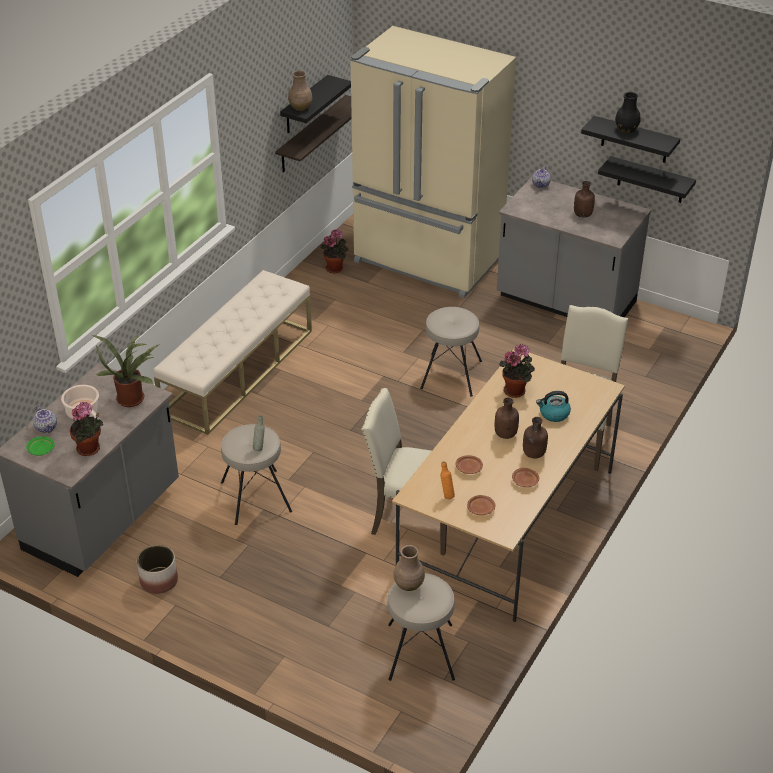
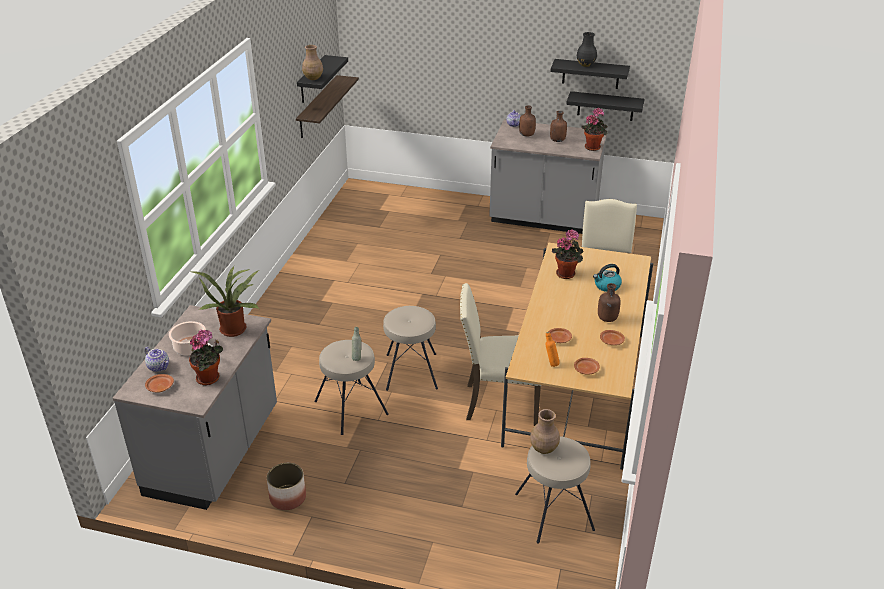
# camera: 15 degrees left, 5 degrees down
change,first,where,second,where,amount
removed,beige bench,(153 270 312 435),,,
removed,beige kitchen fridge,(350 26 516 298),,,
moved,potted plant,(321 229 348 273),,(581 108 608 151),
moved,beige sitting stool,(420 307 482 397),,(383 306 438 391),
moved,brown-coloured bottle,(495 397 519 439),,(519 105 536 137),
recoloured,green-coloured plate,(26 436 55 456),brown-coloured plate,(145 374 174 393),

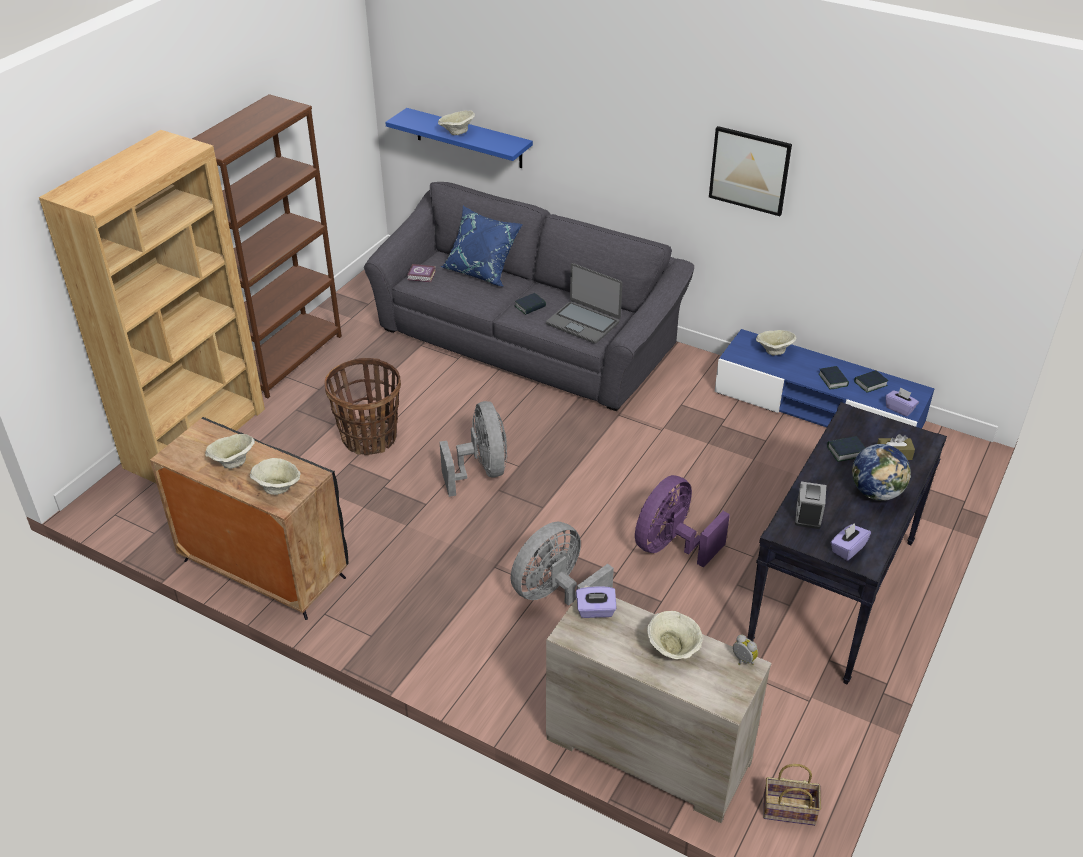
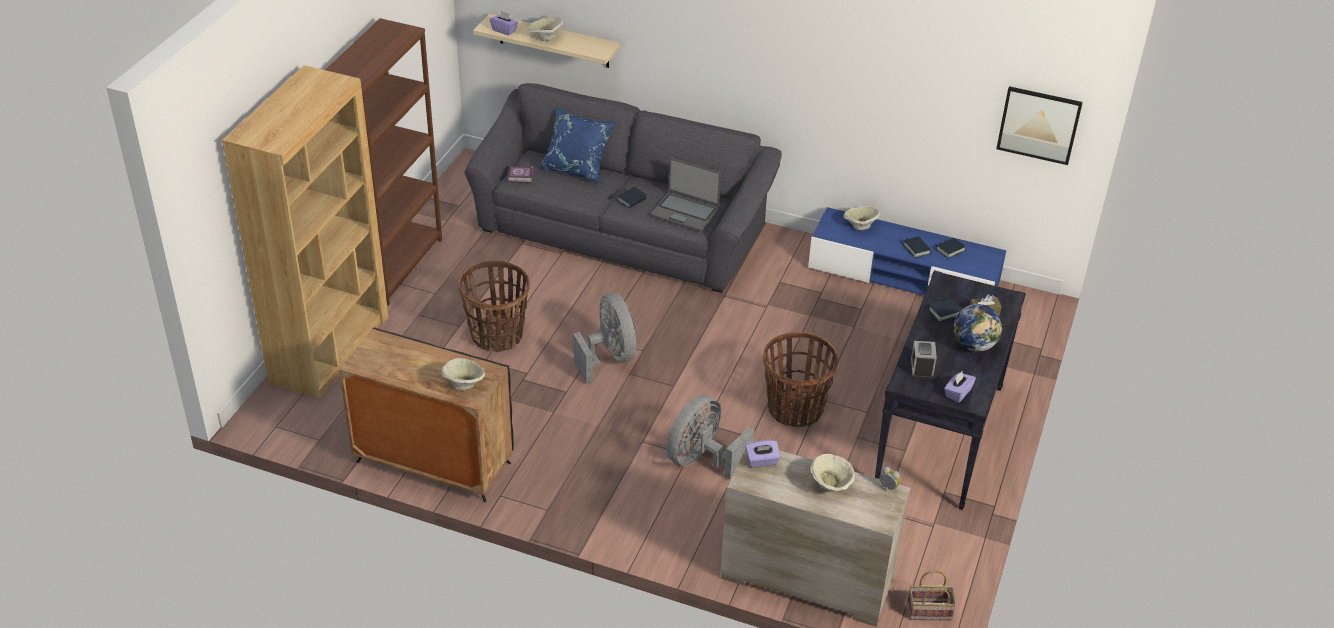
# camera: 10 degrees left, 0 degrees up
change,first,where,second,where,amount
removed,beige deep dish,(205 434 255 469),,,
moved,picture,(709 126 792 216),,(996 86 1083 165),
moved,purple-coloured box of tissues,(886 387 919 416),,(490 11 518 35),
replaced,purple-coloured electric fan,(635 475 730 567),basket,(763 332 838 427),
recoloured,blue-coloured shelf,(385 108 533 168),beige shelf,(473 14 620 68),

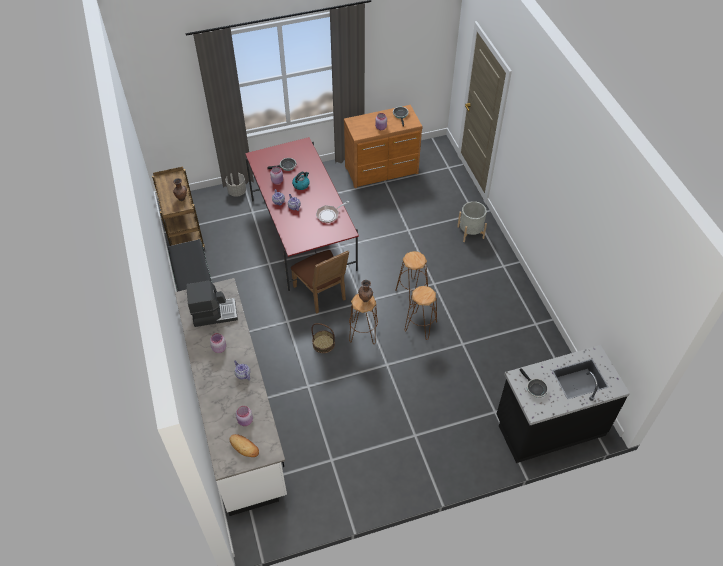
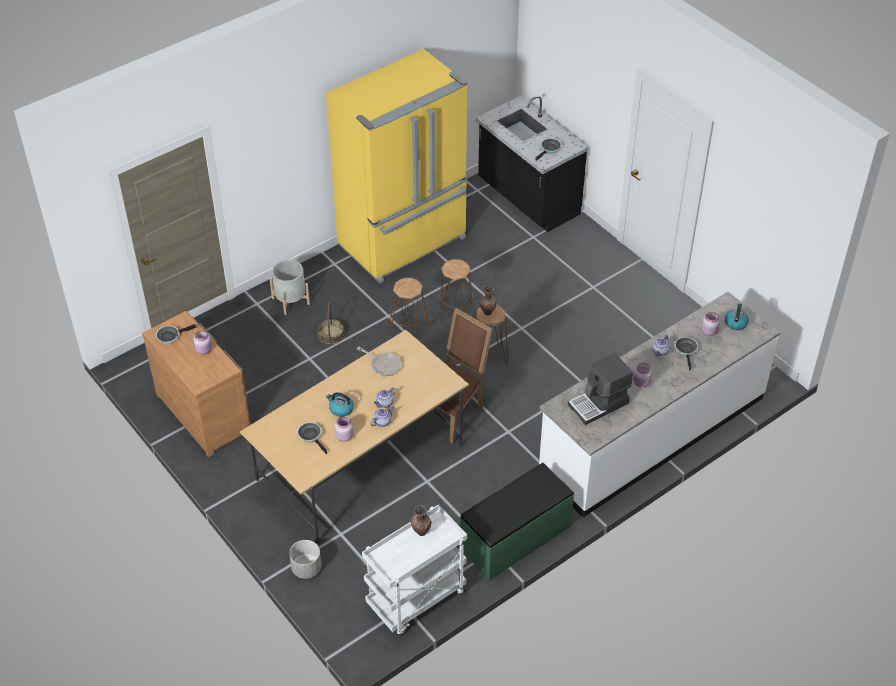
# camera: 110 degrees left, 5 degrees down
change,first,where,second,where,amount
added,,,yellowish kitchen fridge,(326 49 468 284),
added,,,frying pan,(675 337 698 370),
moved,basket,(311 323 335 353),,(317 302 344 344),
replaced,bread,(230 434 259 457),kettle,(725 303 749 330),
recoloured,brown-coloured wheeled cart,(152 167 205 250),white wheeled cart,(362 504 467 635),
recoloured,red dinner table,(245 137 359 291),beige dinner table,(240 330 469 544),
turned,coffee machine,(186 281 238 327),,(568 353 633 425),90 degrees counterclockwise

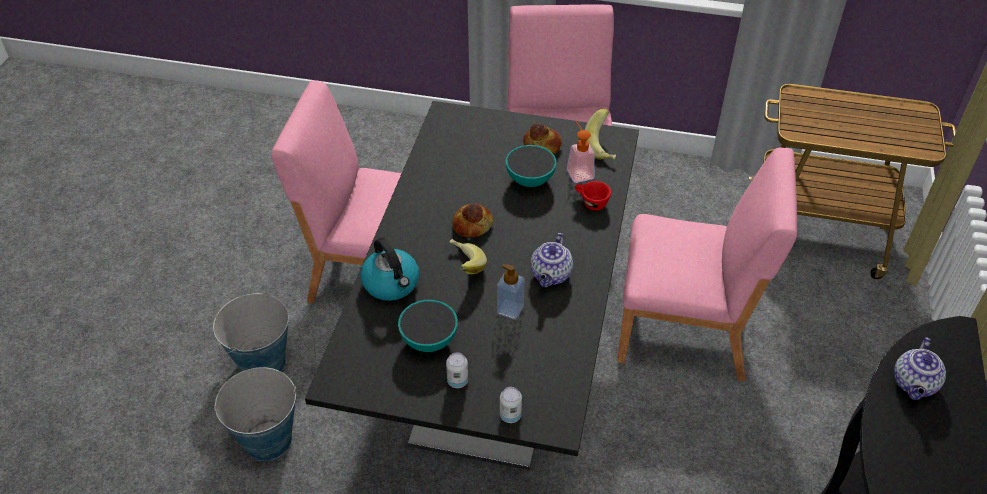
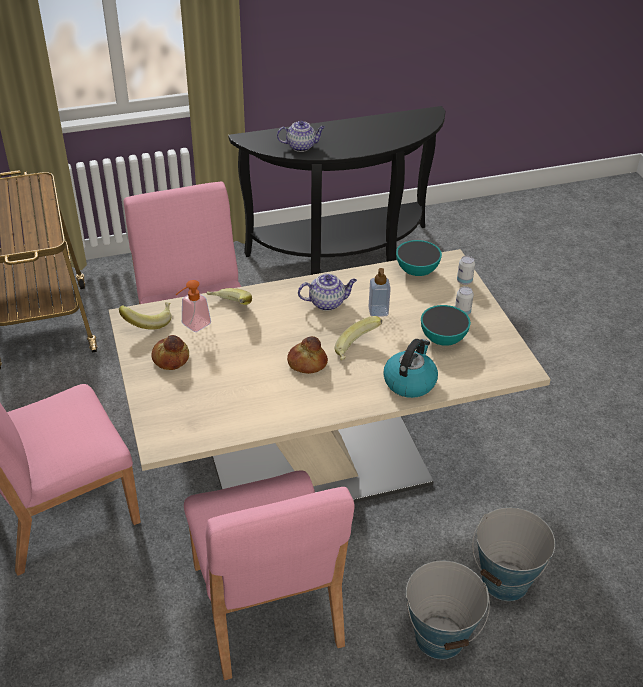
# camera: 120 degrees left, 5 degrees down
change,first,where,second,where,amount
moved,deep dish,(506 145 556 187),,(396 240 442 276),
replaced,red cup,(575 181 611 211),banana fruit,(207 288 252 305),
recoloured,black dinner table,(305 101 639 470),beige dinner table,(109 249 551 503),

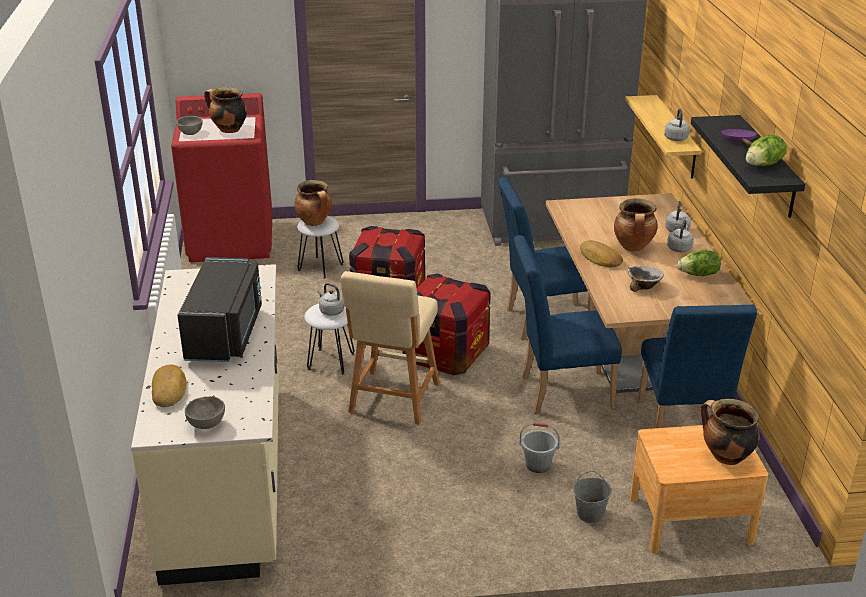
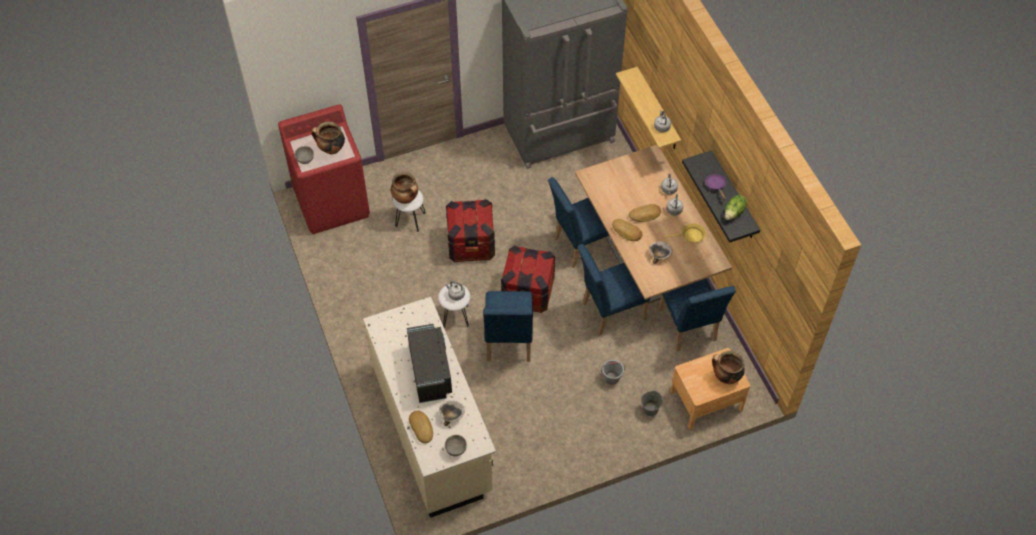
# camera: 15 degrees left, 25 degrees up
change,first,where,second,where,amount
added,,,deep dish,(439 400 464 426),
replaced,beige sitting stool,(340 271 439 425),blue-coloured upright chair,(483 291 533 362),
replaced,saucepot,(614 199 658 251),bread,(629 204 661 222),
replaced,lettuce,(677 250 721 276),yellowish frying pan,(664 223 706 243),

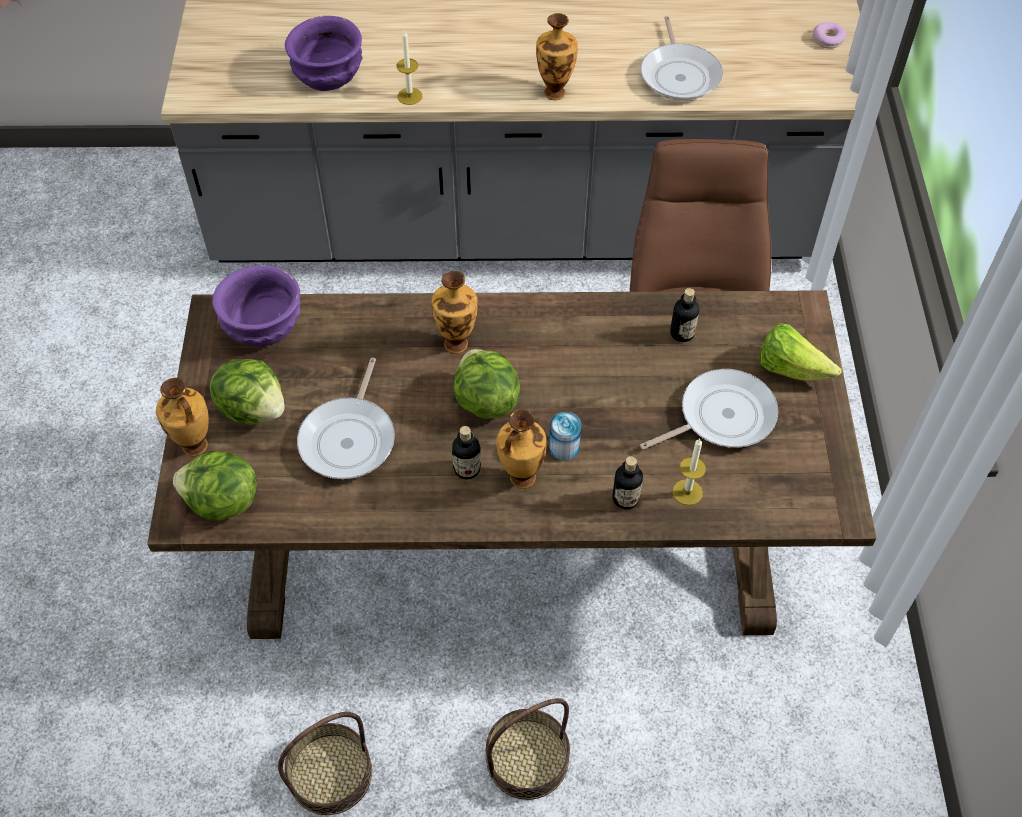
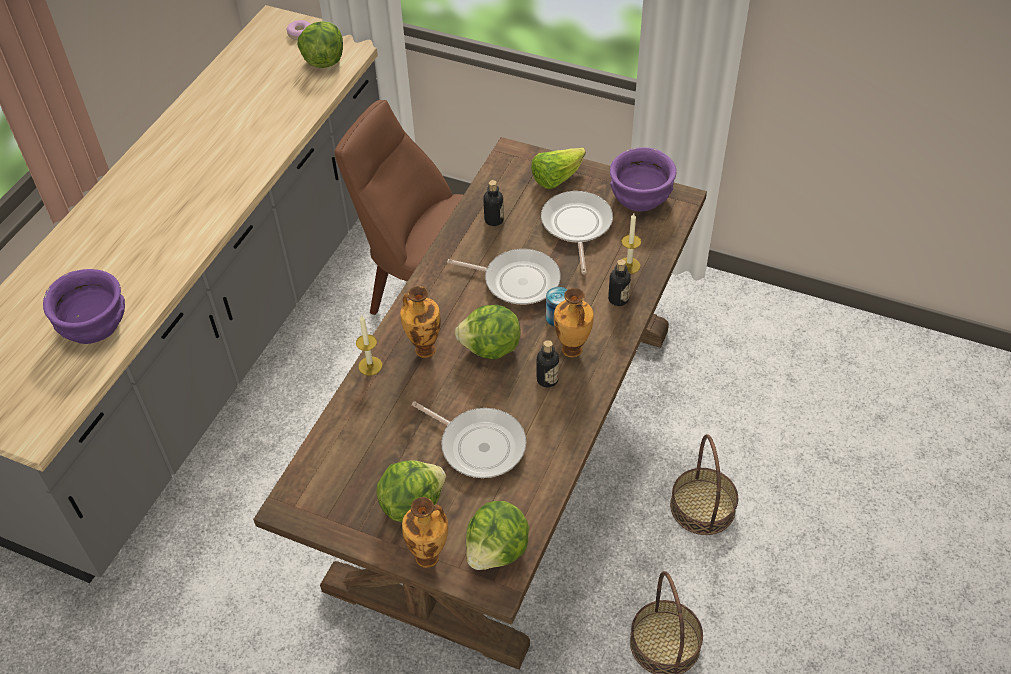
# camera: 65 degrees left, 5 degrees down
change,first,where,second,where,amount
removed,flower vase,(536 13 578 100),,,
added,,,lettuce,(297 21 343 68),
moved,purple-coloured deep dish,(212 265 301 347),,(610 147 676 212),
moved,candle,(397 30 422 105),,(356 314 382 376),
moved,frying pan,(640 16 723 100),,(447 249 561 305),

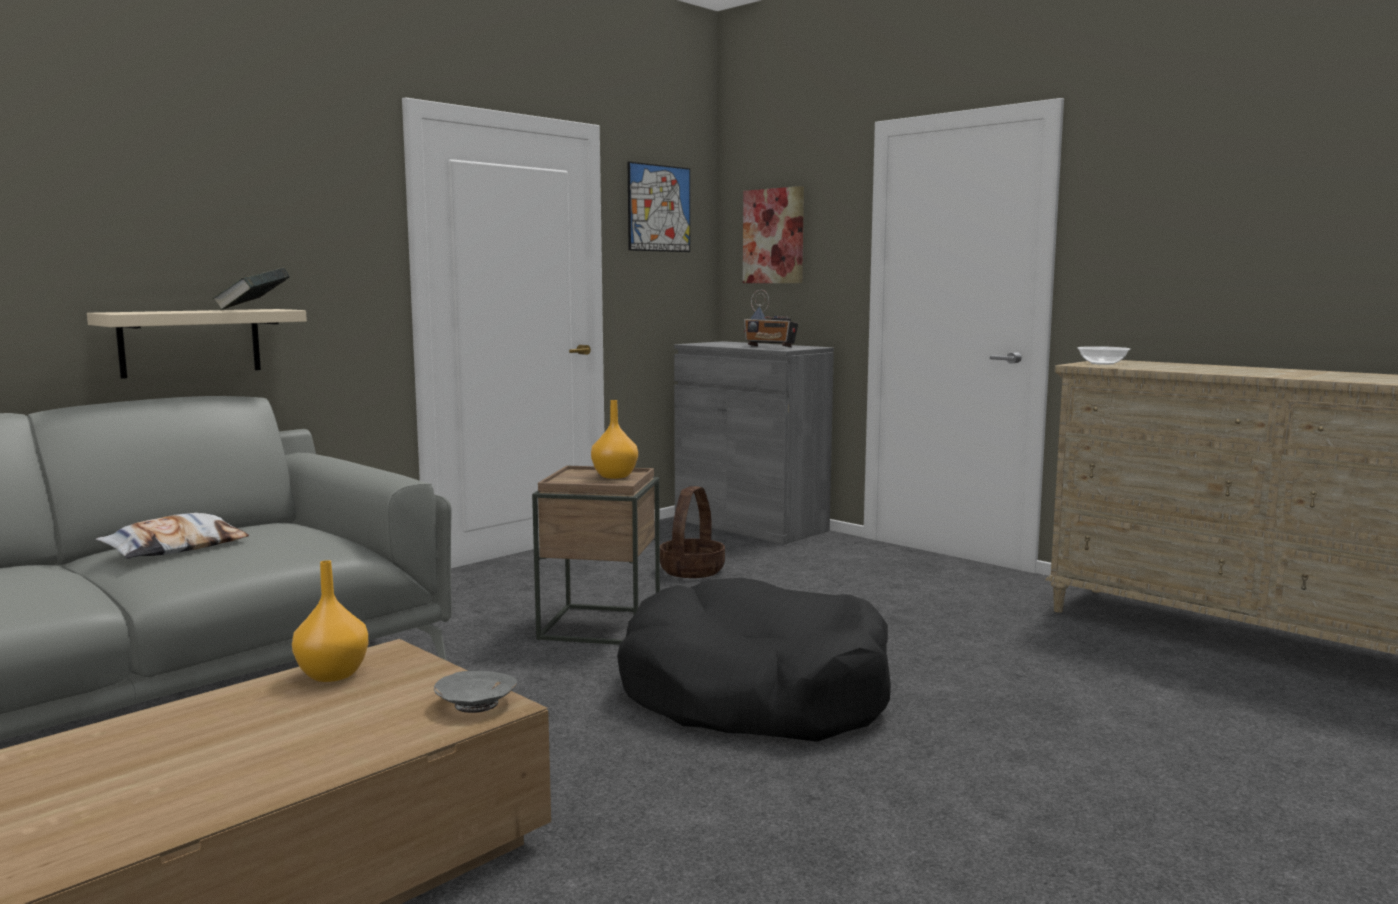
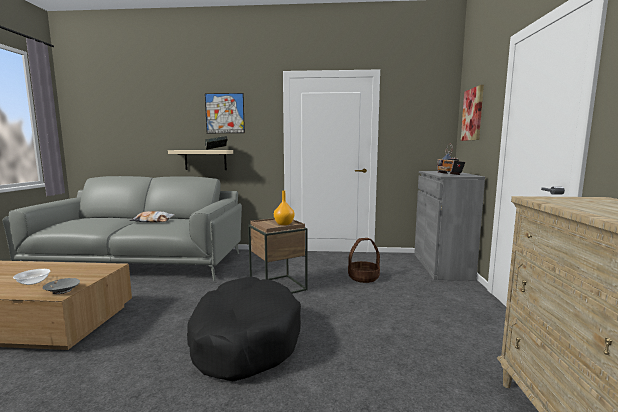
# camera: 50 degrees right, 0 degrees up
change,first,where,second,where,amount
removed,orangey flower vase,(292 560 368 682),,,
moved,picture,(628 162 690 252),,(205 93 245 133),
moved,deep dish,(1078 346 1130 365),,(13 269 50 285),

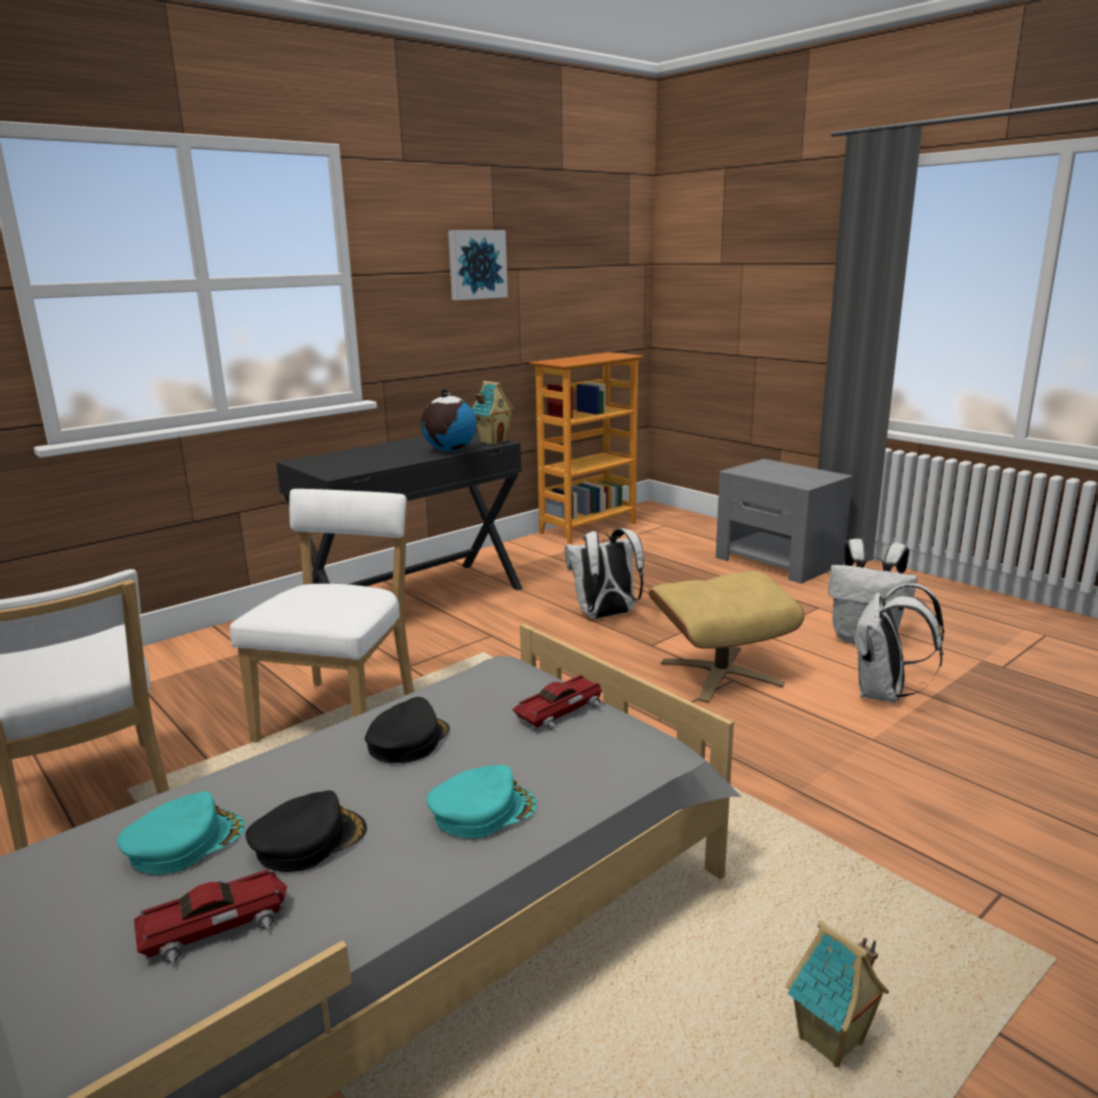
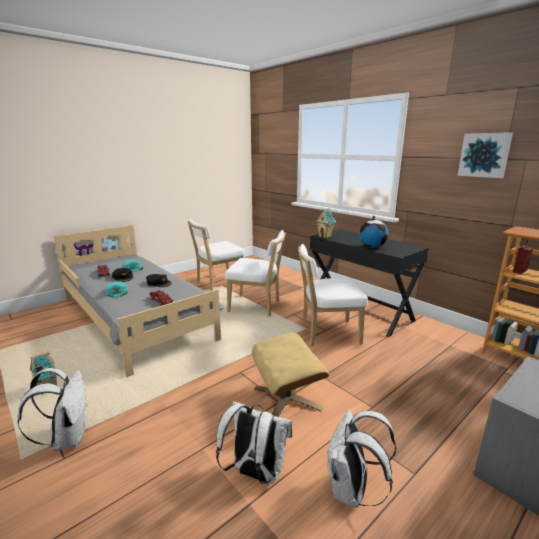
# camera: 90 degrees right, 0 degrees up
change,first,where,second,where,amount
added,,,white upright chair,(298 244 368 346),
moved,model house,(472 381 514 445),,(316 208 336 238),
moved,white knapsack,(565 528 644 619),,(18 368 88 451),

